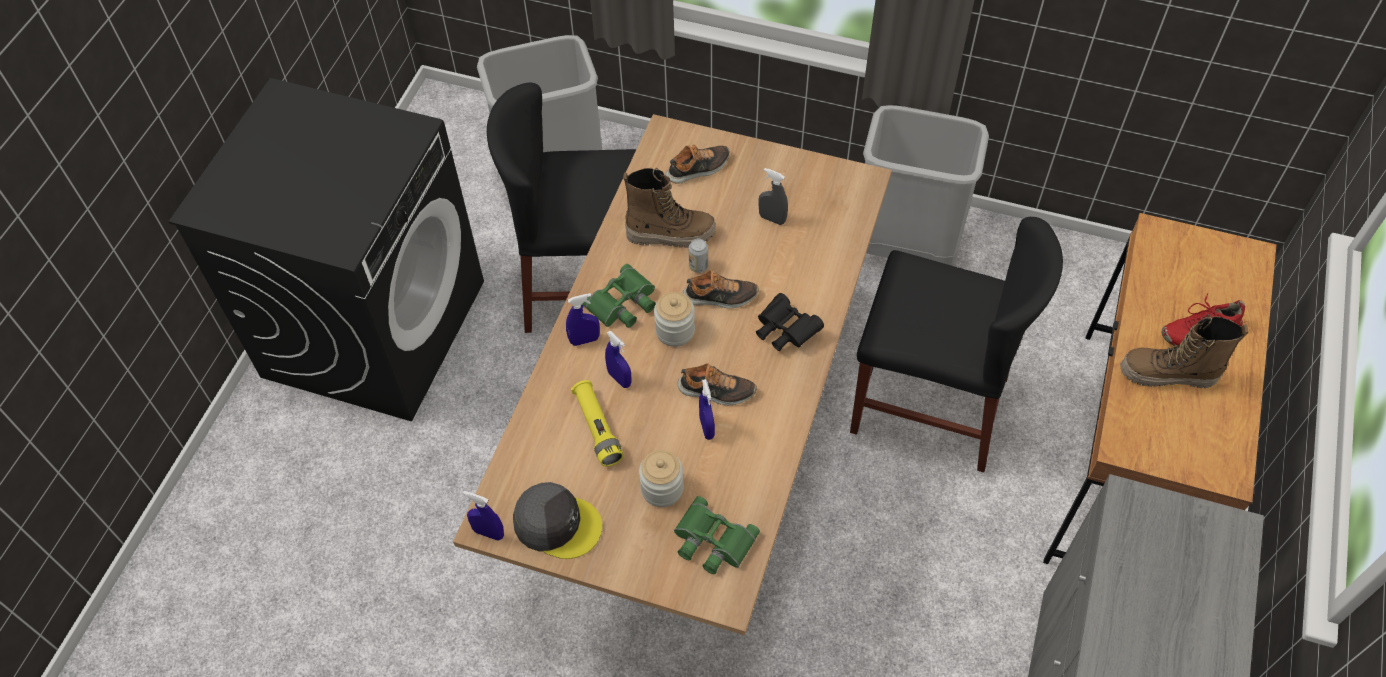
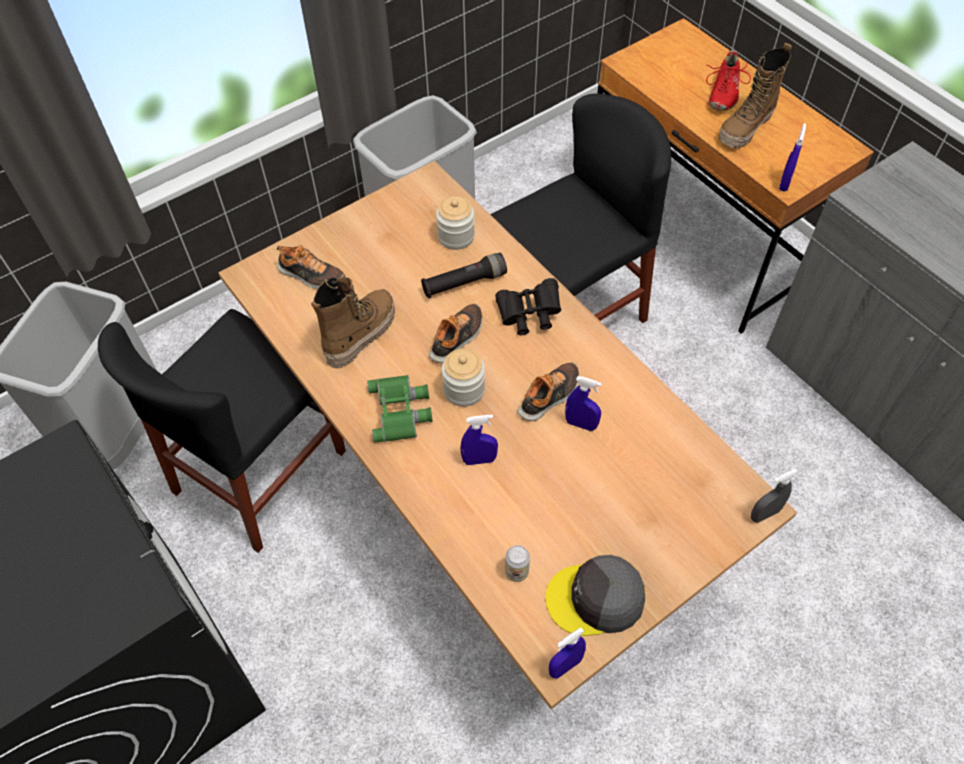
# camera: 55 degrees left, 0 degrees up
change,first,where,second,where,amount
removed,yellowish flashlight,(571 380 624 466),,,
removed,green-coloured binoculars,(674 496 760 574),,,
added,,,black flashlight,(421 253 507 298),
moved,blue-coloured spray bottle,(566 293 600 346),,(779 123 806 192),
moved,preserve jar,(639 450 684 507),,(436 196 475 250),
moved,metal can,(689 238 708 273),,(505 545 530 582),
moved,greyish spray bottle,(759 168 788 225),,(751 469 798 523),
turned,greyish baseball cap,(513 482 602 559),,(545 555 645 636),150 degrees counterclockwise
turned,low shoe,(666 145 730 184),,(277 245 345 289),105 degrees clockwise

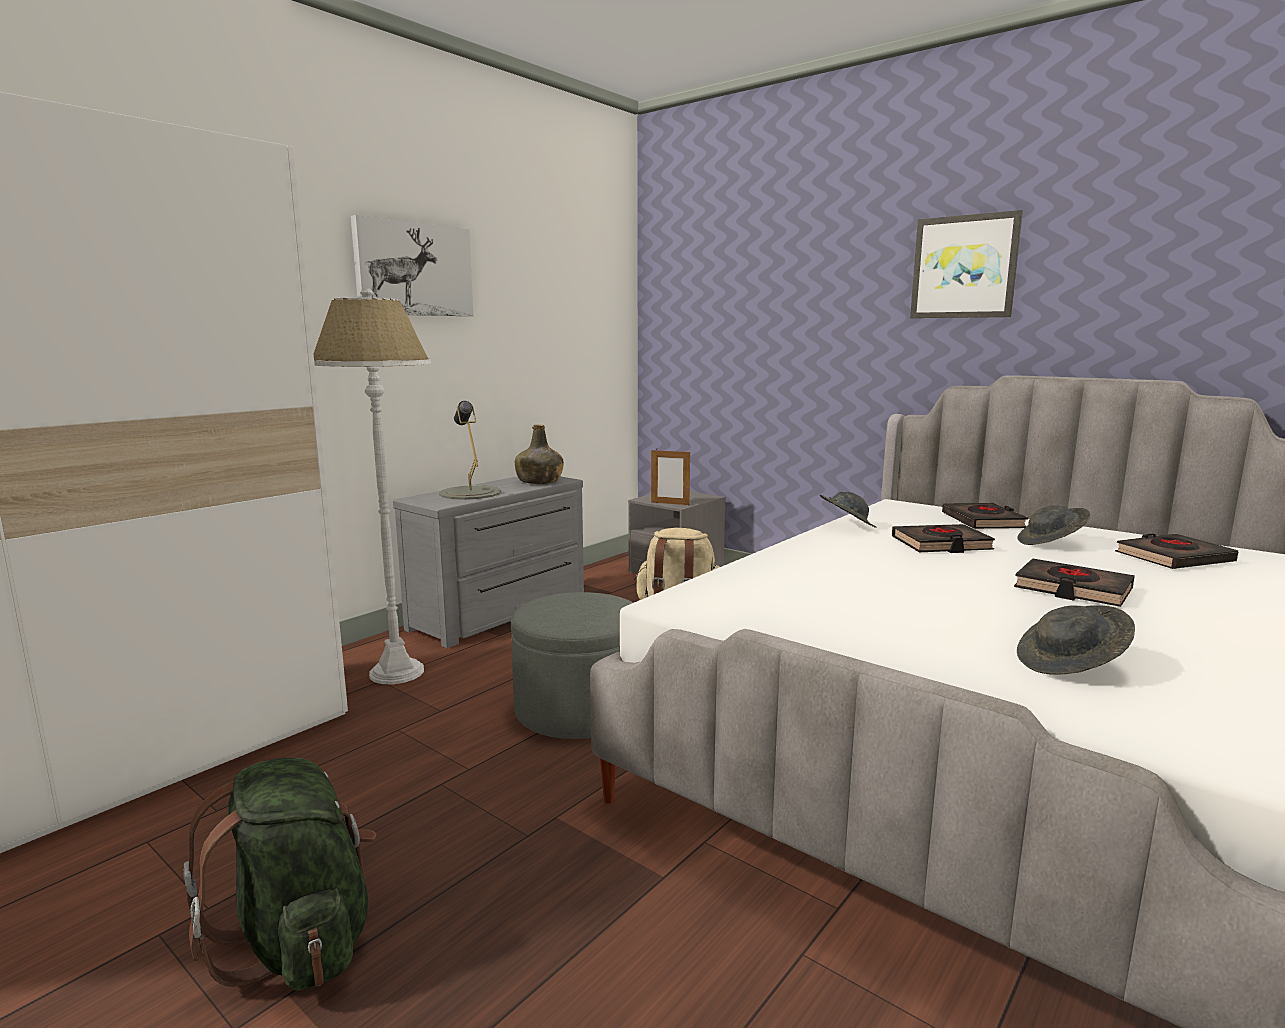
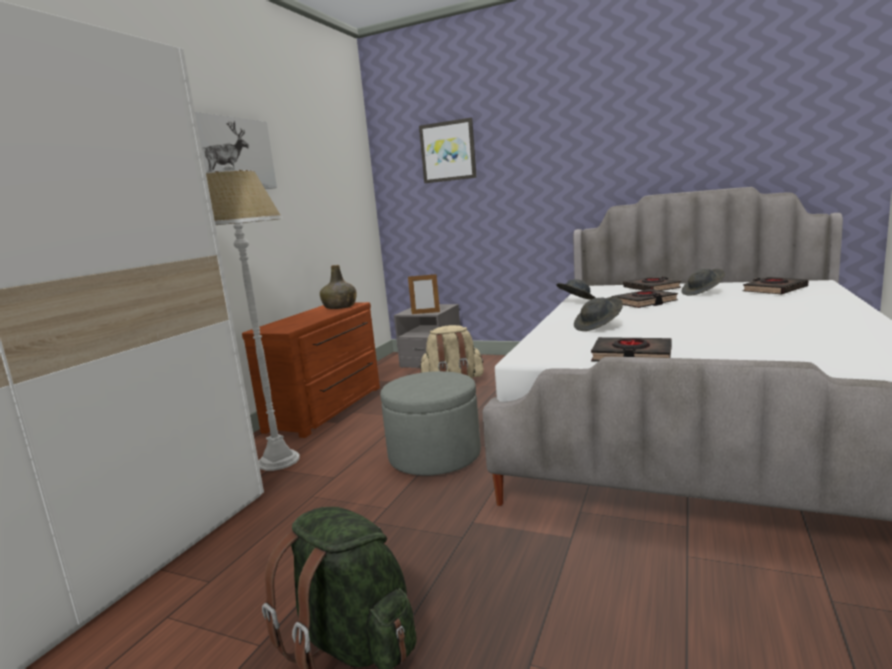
# camera: 15 degrees left, 0 degrees up
change,first,where,second,where,amount
removed,greyish tabletop lamp,(439 401 501 500),,,
moved,picture,(910 210 1023 318),,(419 118 477 183),
moved,black volume,(1014 558 1135 607),,(591 337 671 362),
moved,greyish hat,(1017 605 1135 675),,(574 297 623 331),
recoloured,greyish chest of drawers,(393 476 584 648),brown-coloured chest of drawers,(242 302 380 438),

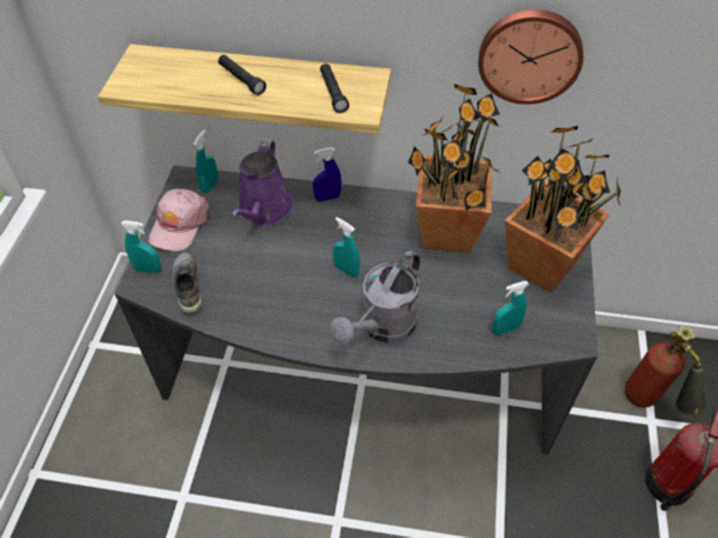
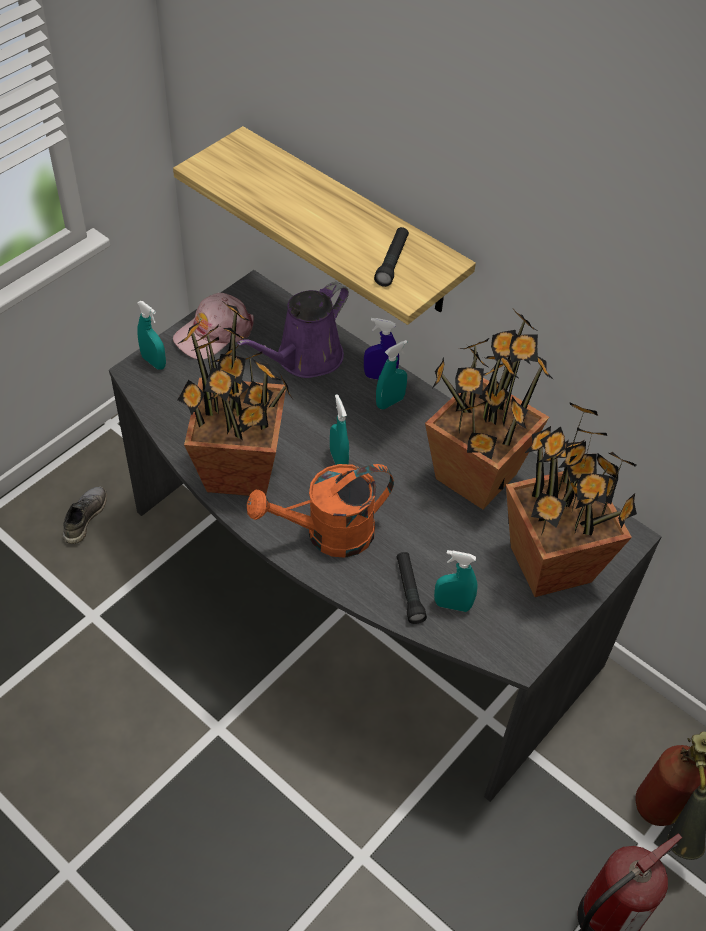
# camera: 30 degrees right, 0 degrees up
change,first,where,second,where,amount
removed,wall clock,(478 10 583 104),,,
added,,,potted plant,(178 303 293 496),
moved,greyish low shoe,(172 252 203 313),,(63 486 107 544),
moved,turquoise spray bottle,(193 130 218 193),,(376 340 407 409),
moved,black flashlight,(218 55 266 95),,(397 552 427 624),
recoloured,greyish watering can,(331 251 420 343),orangey watering can,(247 464 394 558),

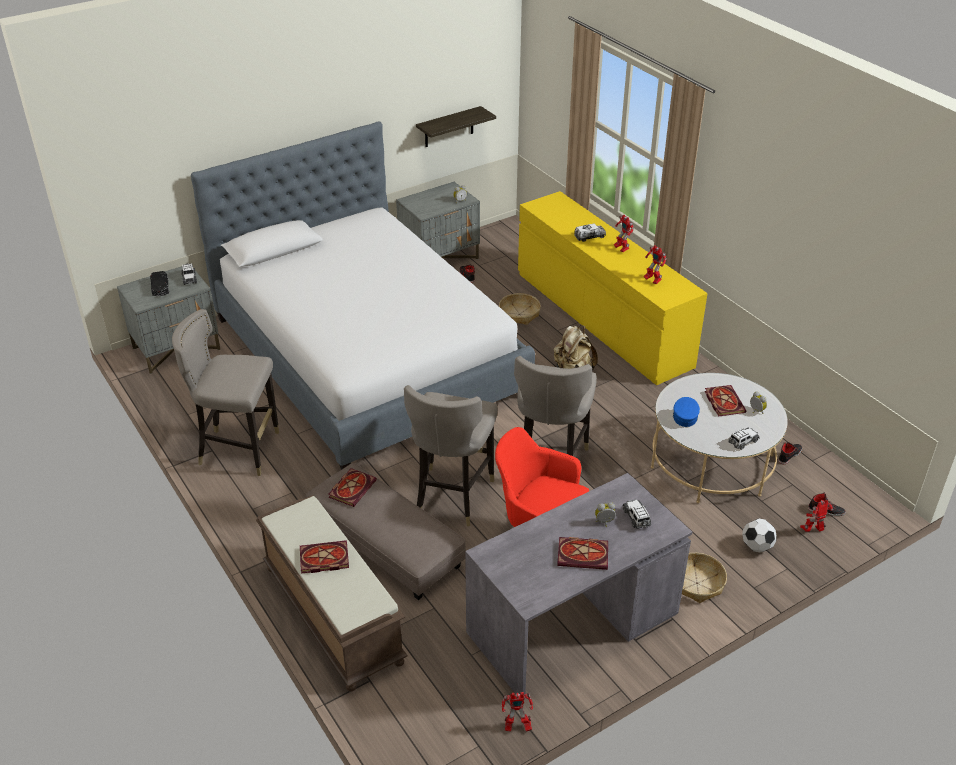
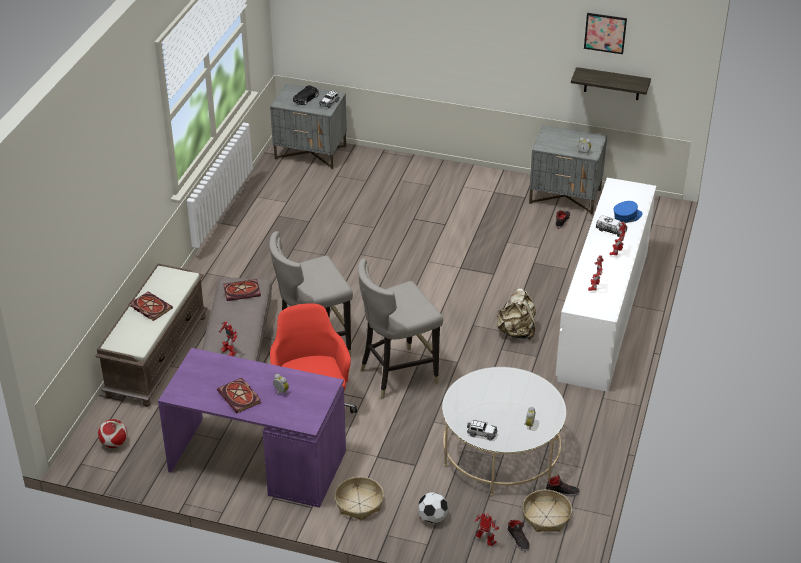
# camera: 50 degrees right, 0 degrees up
change,first,where,second,where,amount
removed,greyish sitting stool,(172 309 279 476),,,
removed,bed,(191 122 535 470),,,
removed,miniature car,(623 499 651 529),,,
removed,volume,(705 385 746 416),,,
added,,,ball for football,(98 419 127 448),
added,,,picture,(584 13 627 54),
moved,basket,(499 293 541 325),,(522 490 572 532),
moved,model robot,(501 692 533 732),,(219 321 238 356),
moved,blue-coloured baseball cap,(673 397 700 427),,(614 201 643 223),
recoloured,greyish desk,(465 473 692 700),purple-coloured desk,(158 348 346 508),
recoloured,yellowish chest of drawers,(518 191 708 385),white chest of drawers,(556 178 656 392),

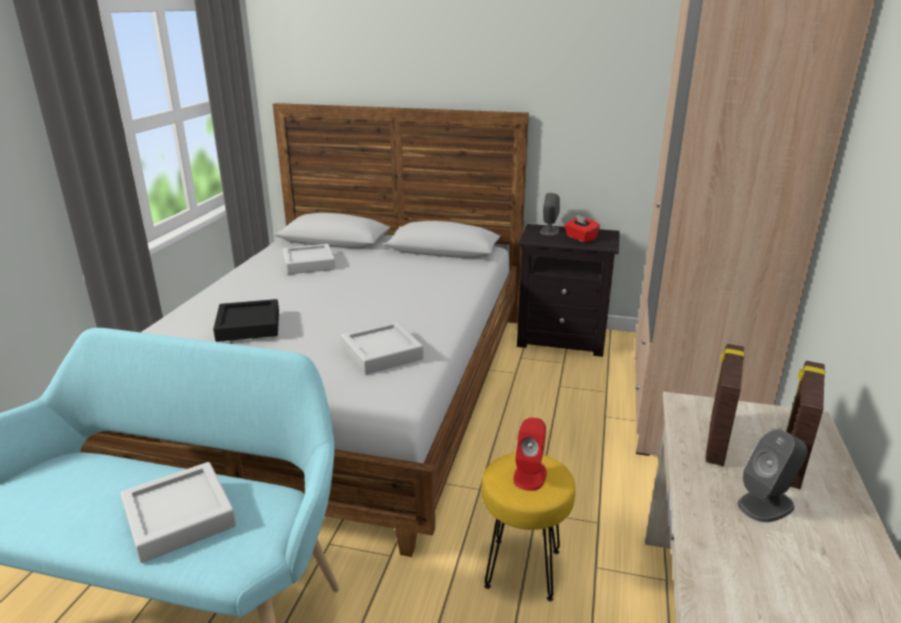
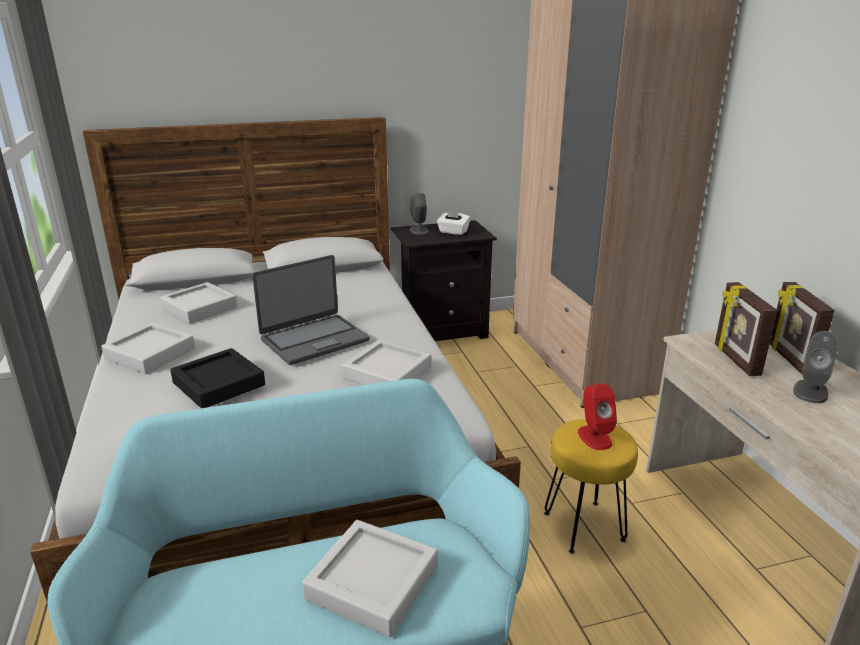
# camera: 30 degrees left, 0 degrees up
change,first,where,second,where,amount
added,,,greyish serving tray,(101 323 195 374),
added,,,notebook computer,(252 255 370 365),
recoloured,red box of tissues,(564 214 600 243),white box of tissues,(437 209 470 235),

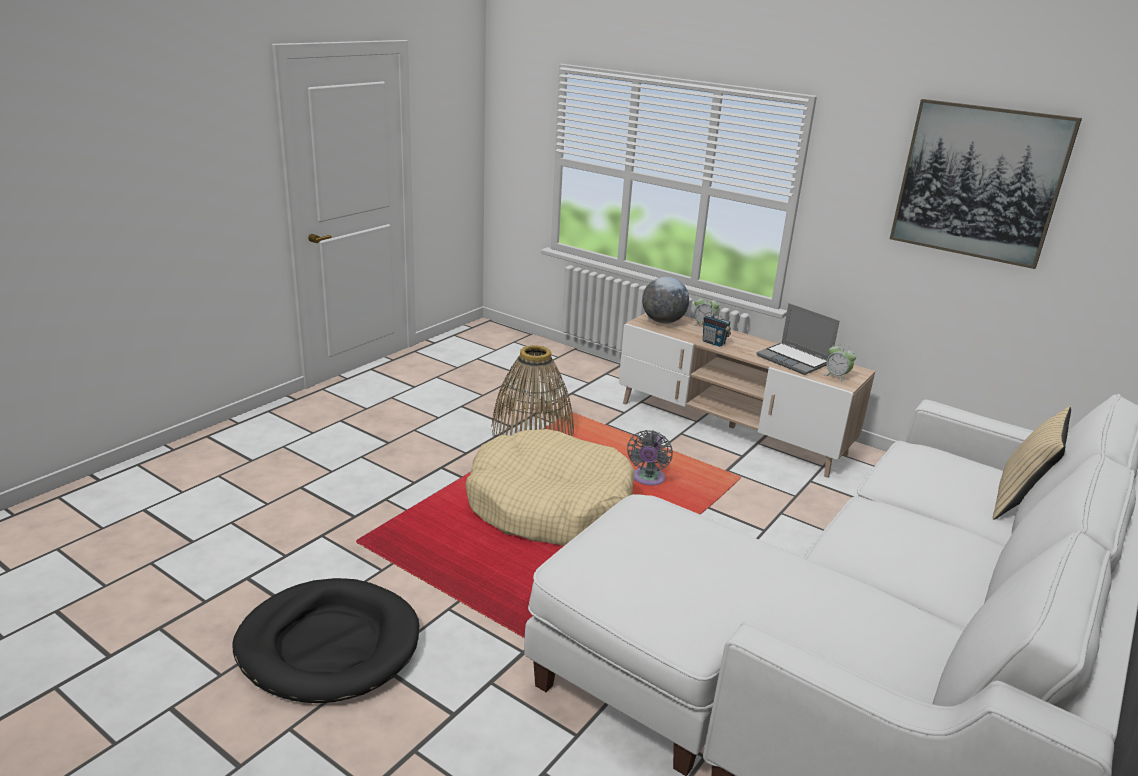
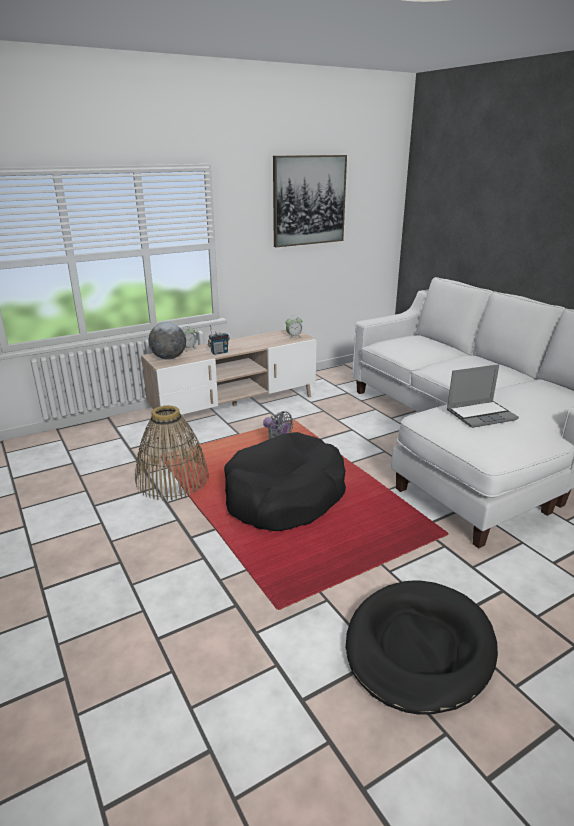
# camera: 65 degrees left, 0 degrees up
change,first,where,second,where,amount
removed,beige pillow,(993 406 1071 520),,,
moved,notebook computer,(757 303 839 375),,(447 364 519 428),
recoloured,beige pet bed,(466 429 635 546),black pet bed,(224 432 346 531),

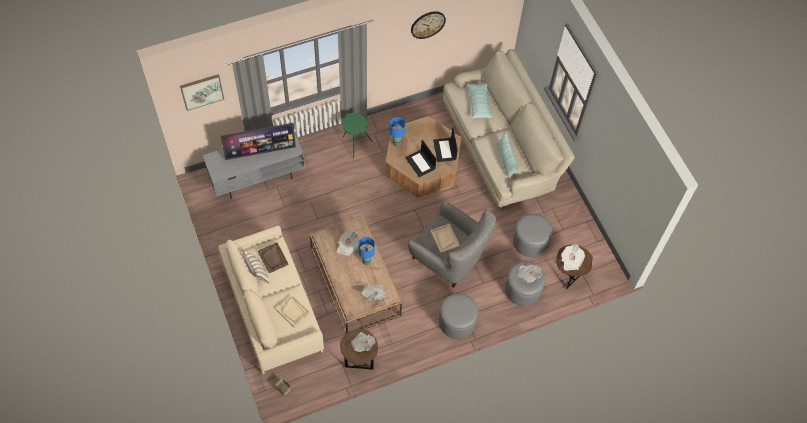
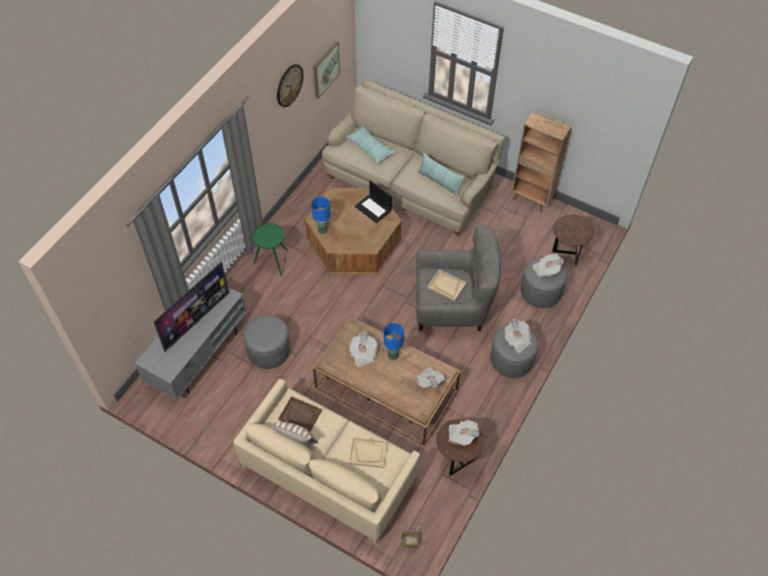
# camera: 35 degrees left, 5 degrees down
change,first,where,second,where,amount
removed,notebook computer,(405 140 436 177),,,
added,,,brown-coloured bookcase,(512 112 571 212),
moved,picture,(180 74 224 111),,(313 41 340 99),
moved,greyish pouffe,(513 213 552 257),,(243 315 291 369),
moved,newspaper,(561 244 585 271),,(505 319 531 353),

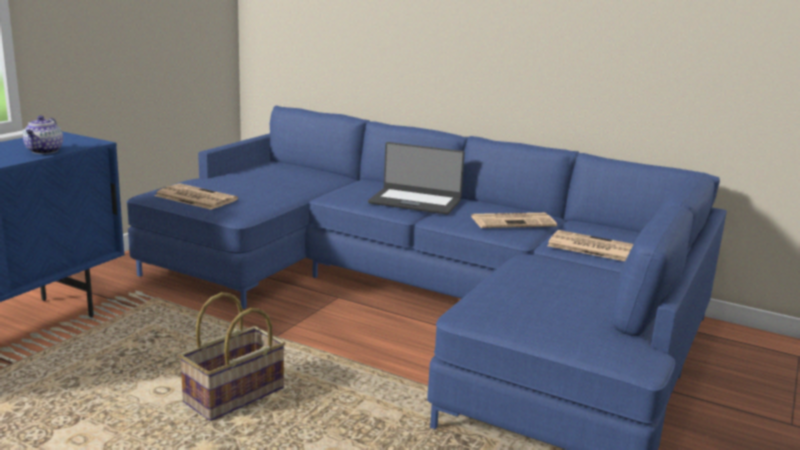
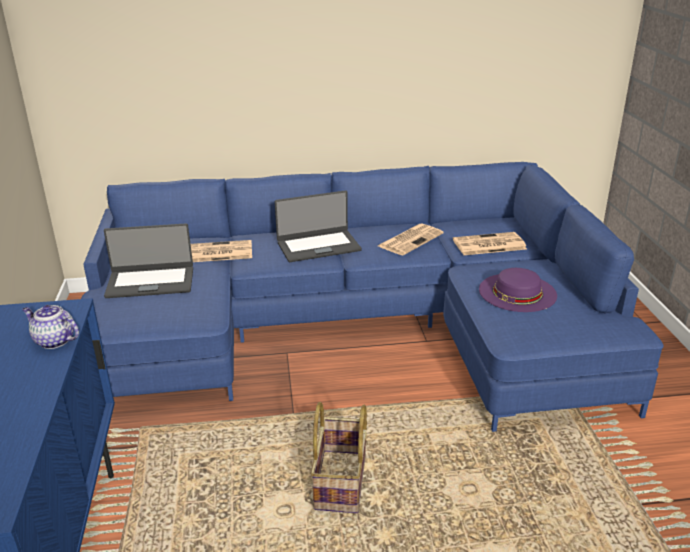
# camera: 35 degrees left, 10 degrees up
change,first,where,second,where,amount
added,,,notebook computer,(104 223 193 298),
added,,,purple-coloured hat,(479 268 557 312),
moved,newspaper,(154 183 238 210),,(191 240 252 262),
turned,teapot,(23 116 63 154),,(22 305 79 349),150 degrees clockwise

